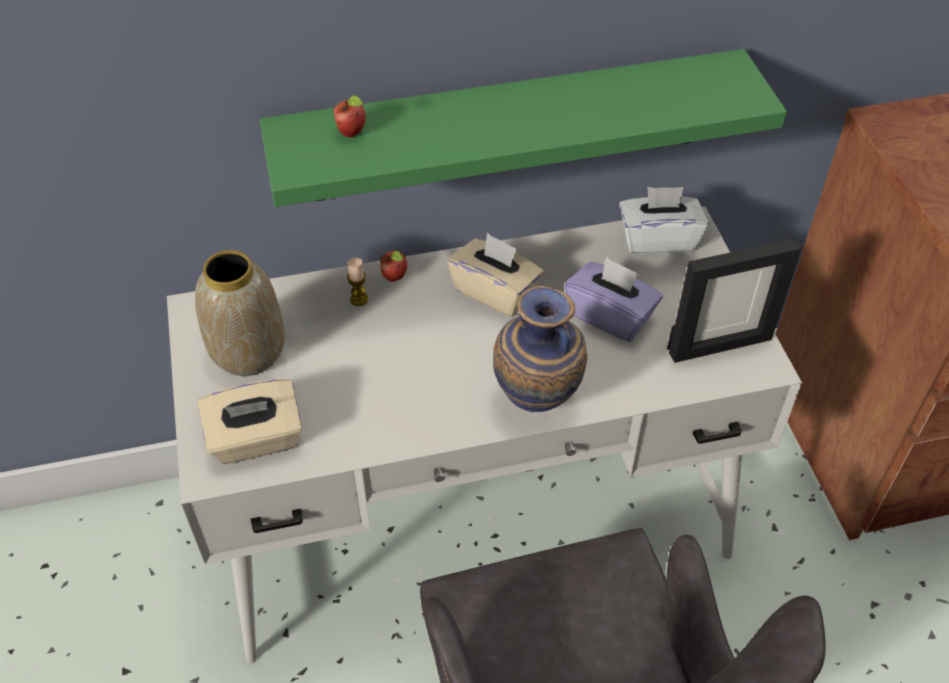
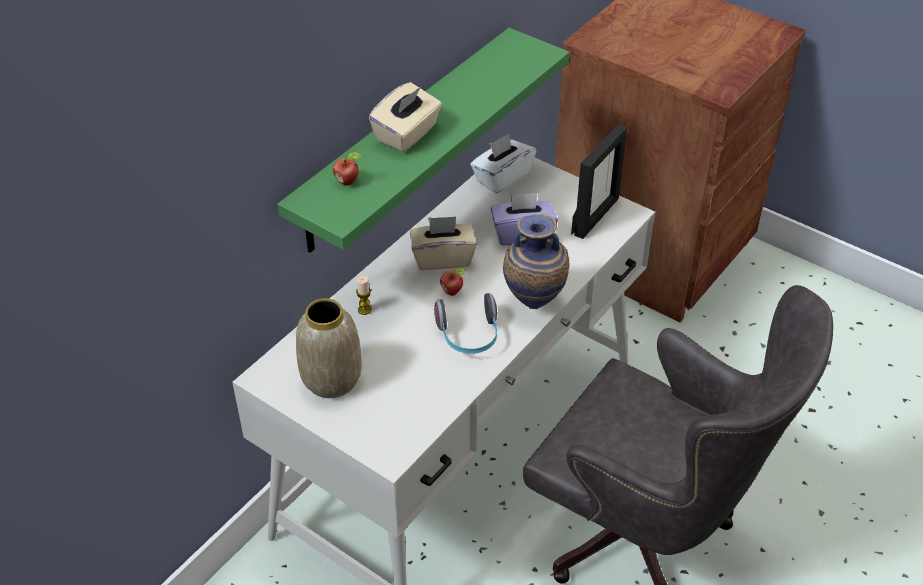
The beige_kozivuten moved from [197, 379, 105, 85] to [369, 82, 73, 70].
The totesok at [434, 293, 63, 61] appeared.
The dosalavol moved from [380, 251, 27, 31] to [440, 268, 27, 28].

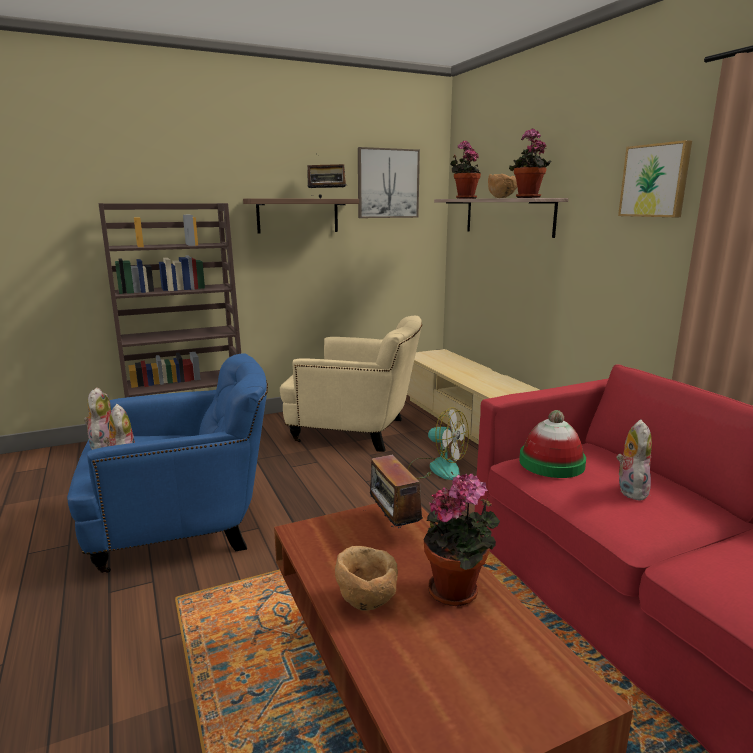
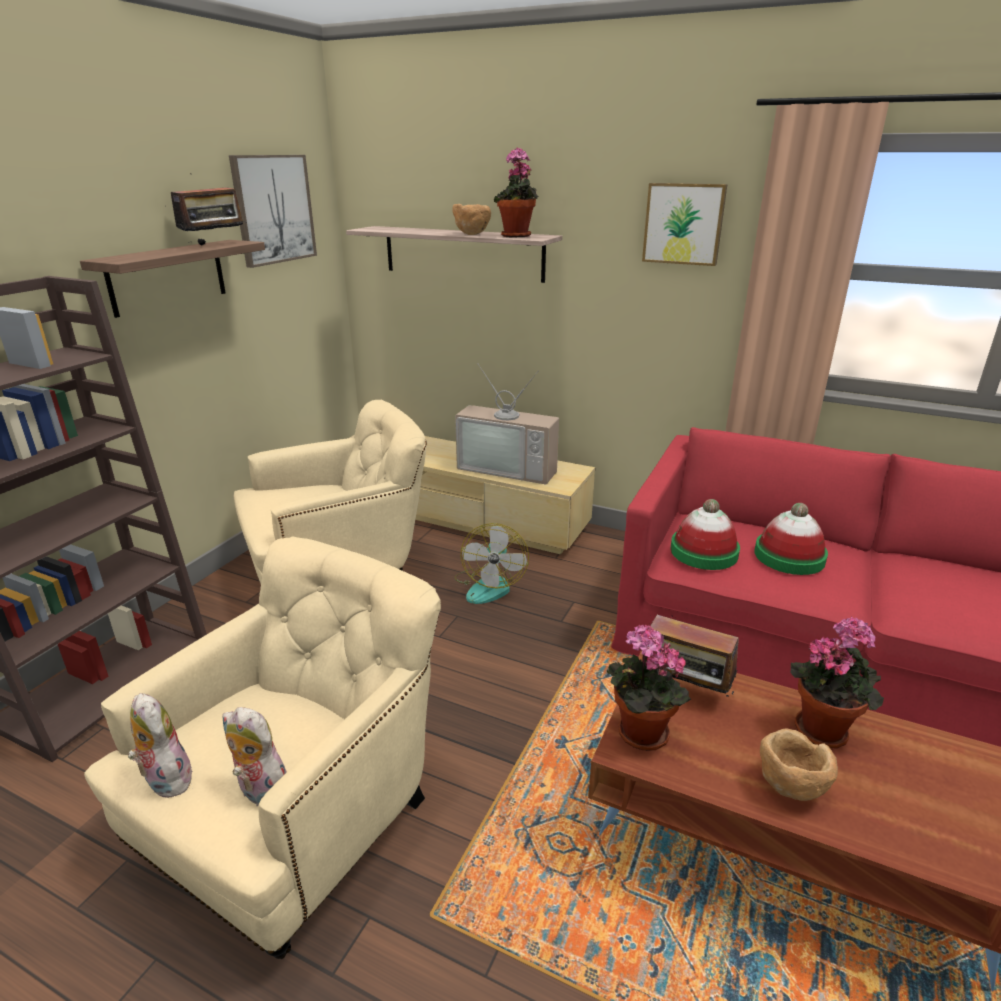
The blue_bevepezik at [67, 353, 201, 220] became the beige_bevepezik at [84, 536, 357, 423].
The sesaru at [408, 407, 61, 73] turned 105 degrees clockwise.
The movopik at [455, 364, 104, 120] appeared.
The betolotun moved from [450, 141, 31, 58] to [607, 624, 84, 127].
The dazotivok at [617, 419, 35, 81] was replaced by the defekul at [754, 503, 74, 72].

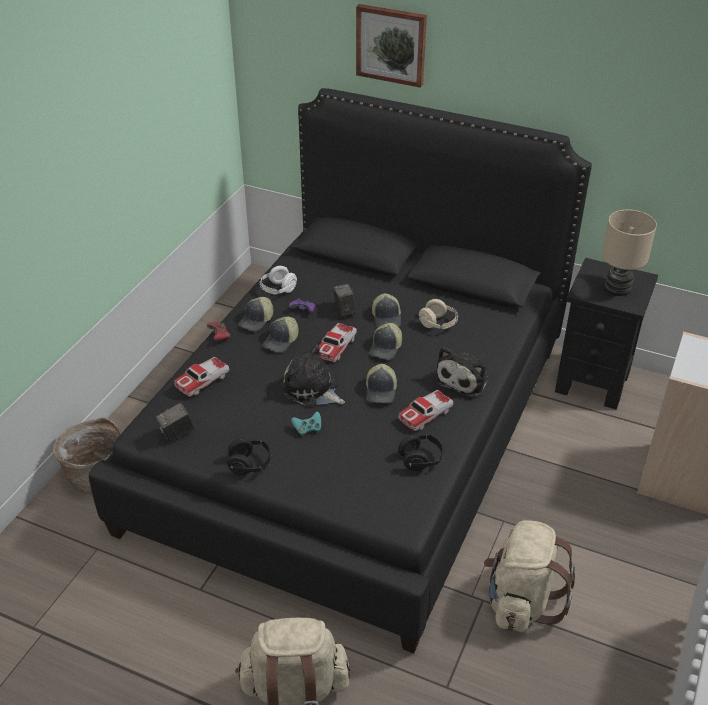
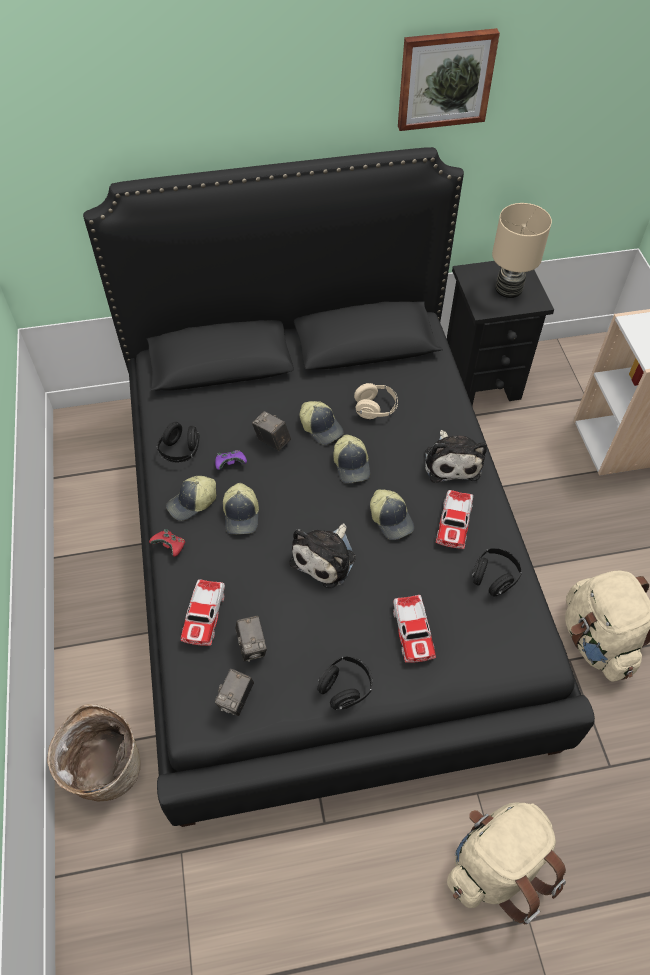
The white_totesok at [260, 266, 37, 29] became the black_totesok at [157, 422, 43, 41].
The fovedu at [238, 297, 35, 35] turned 60 degrees clockwise.
The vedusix at [235, 616, 32, 46] appeared.
The dazotivok at [282, 345, 63, 62] turned 60 degrees counterclockwise.
The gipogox moved from [319, 323, 38, 39] to [393, 595, 43, 68].
The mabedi moved from [356, 4, 71, 84] to [398, 28, 102, 103].
The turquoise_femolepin at [291, 412, 30, 24] disappeared.

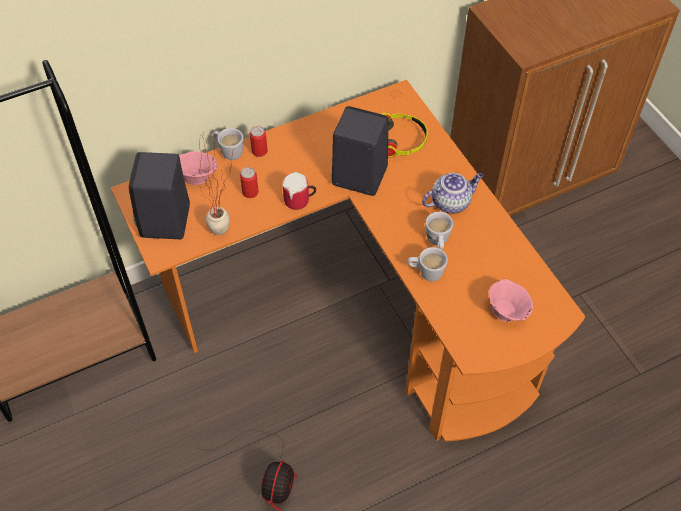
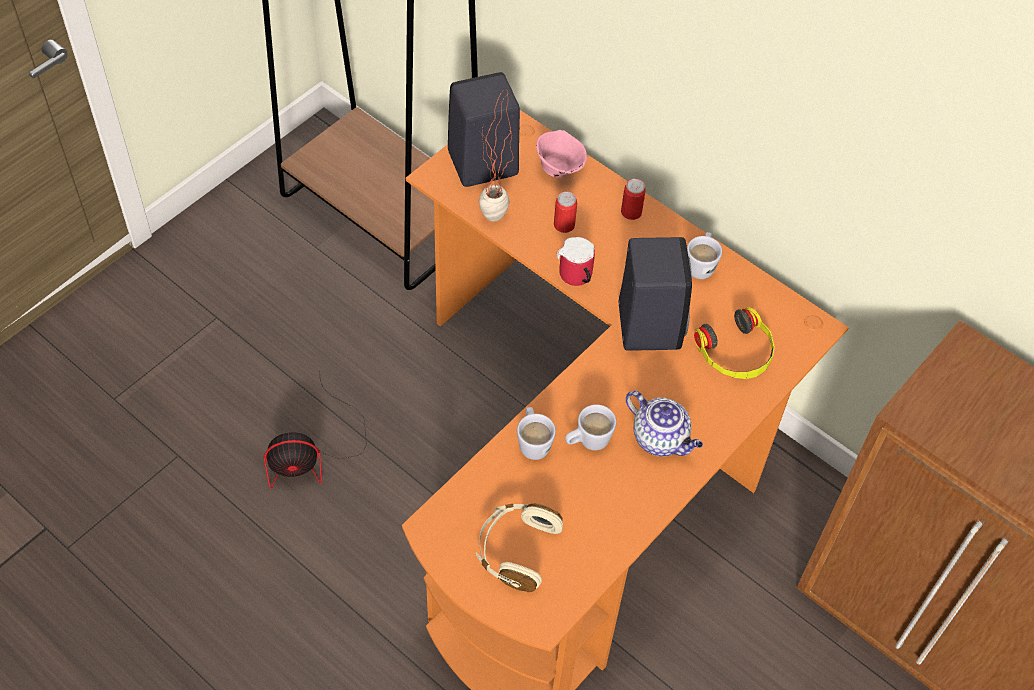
The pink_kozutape at [488, 279, 45, 43] was replaced by the beige_totesok at [476, 504, 87, 88].
The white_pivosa moved from [213, 128, 31, 32] to [687, 232, 35, 47].

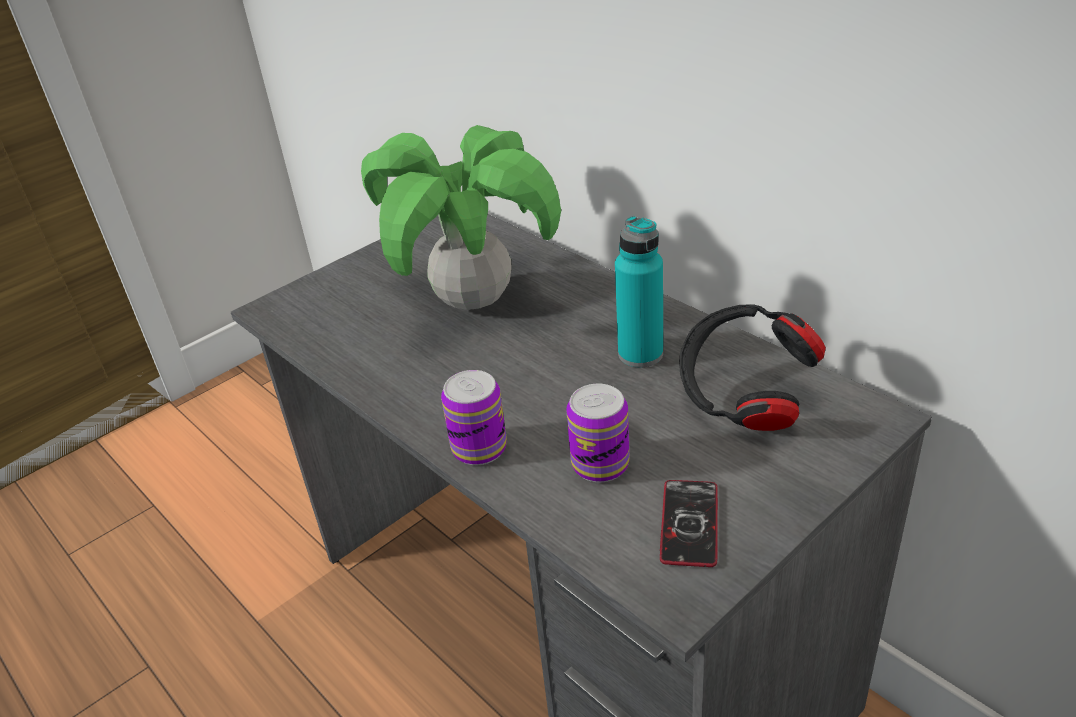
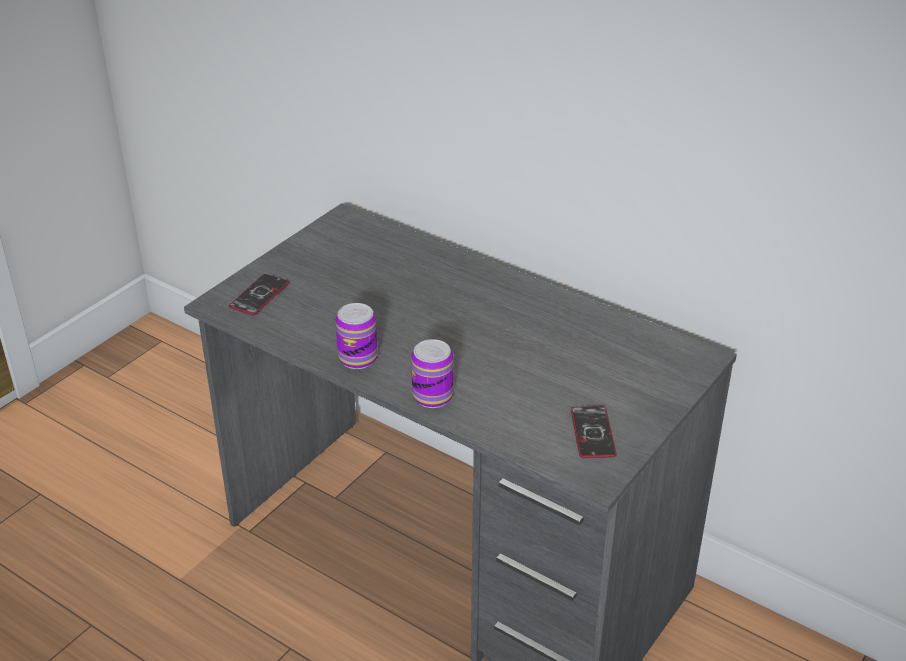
The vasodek at [229, 274, 60, 41] appeared.
The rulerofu moved from [566, 384, 64, 98] to [335, 303, 43, 66].
The betolotun at [361, 125, 200, 185] disappeared.
The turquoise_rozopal at [615, 216, 48, 152] disappeared.
The black_totesok at [679, 304, 147, 127] disappeared.

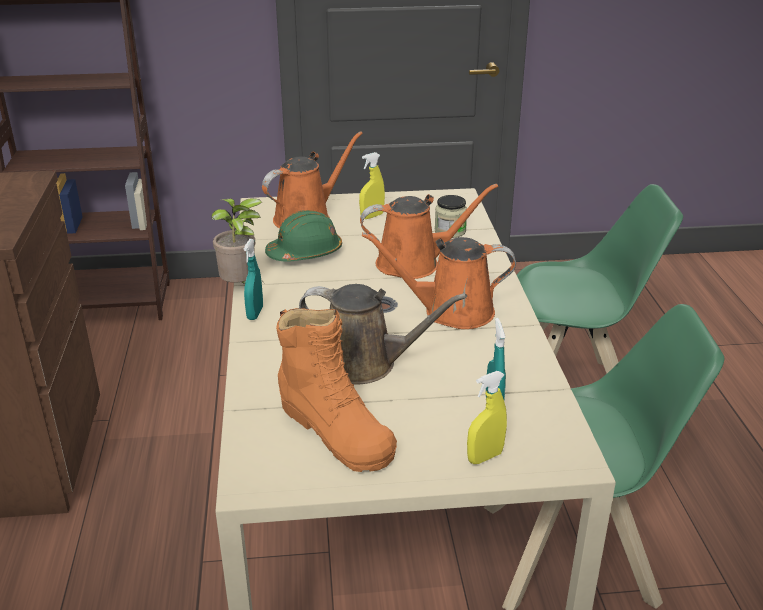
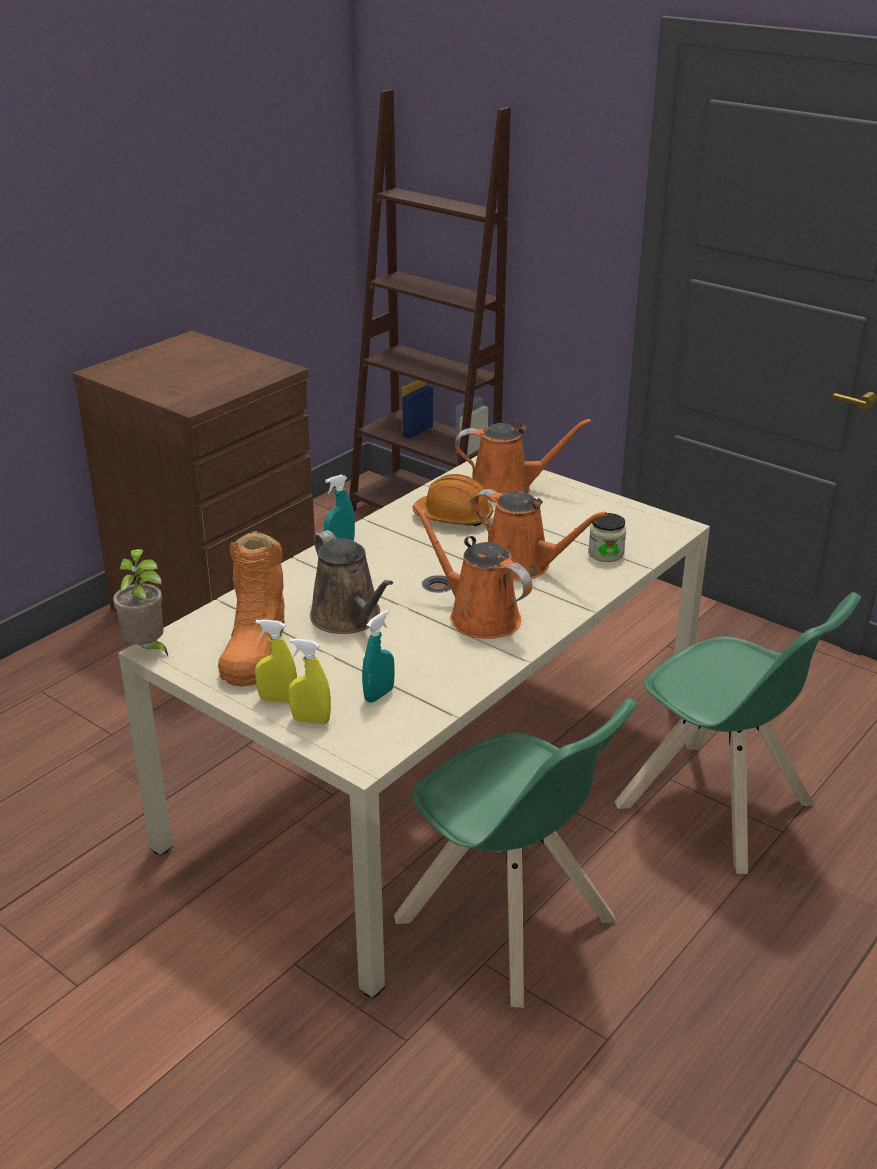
The betolotun moved from [212, 198, 51, 86] to [113, 549, 55, 107].
The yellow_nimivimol moved from [359, 152, 26, 67] to [255, 619, 42, 84].
The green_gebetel at [265, 210, 77, 52] became the orange_gebetel at [413, 474, 80, 53].

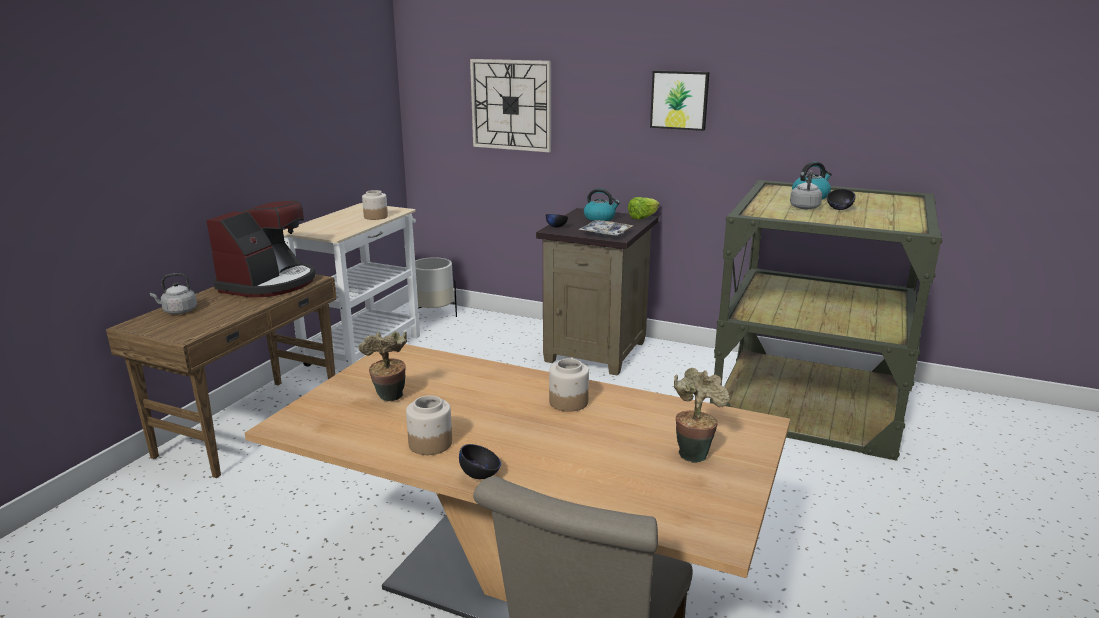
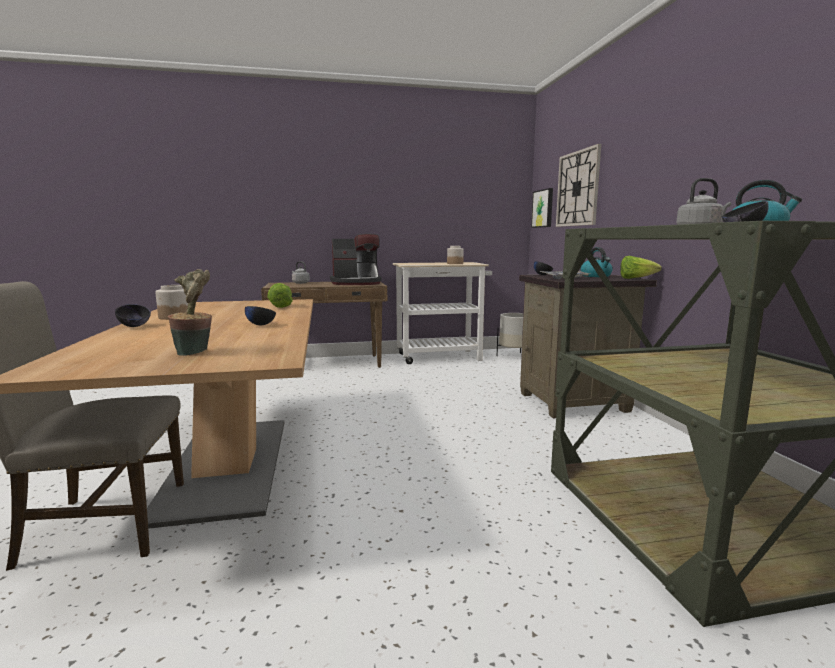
The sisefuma at [549, 358, 40, 54] was replaced by the black_kozutape at [245, 306, 31, 19].
The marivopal at [267, 283, 26, 25] appeared.
The mabedi moved from [650, 70, 59, 61] to [531, 188, 22, 40].
The betolotun at [358, 331, 49, 70] disappeared.

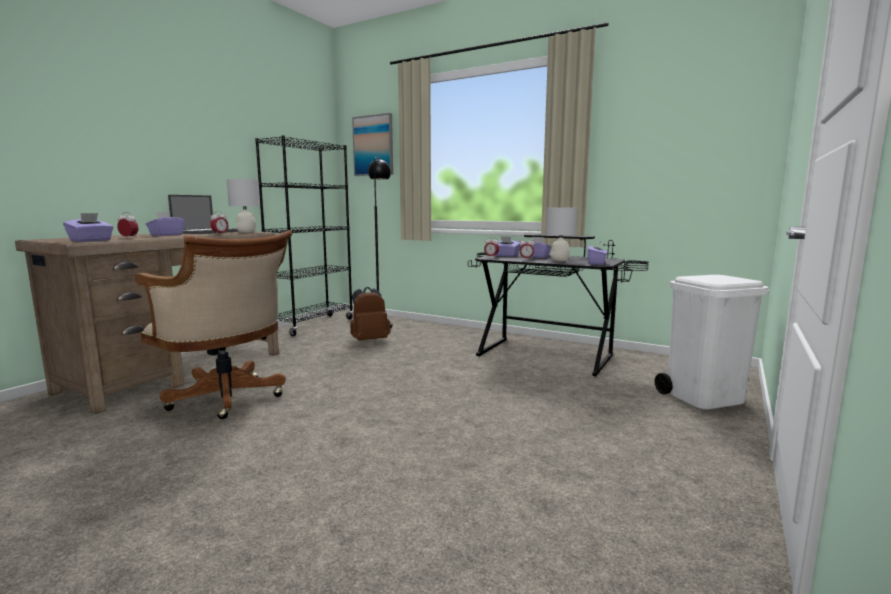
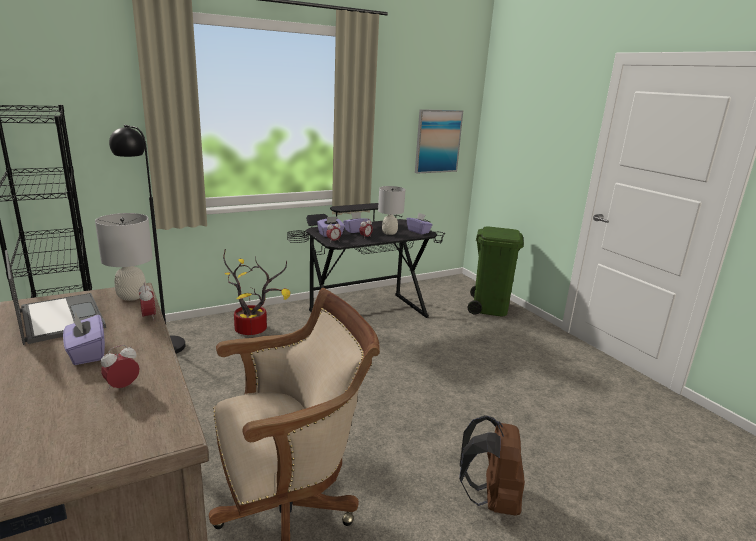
The betolotun at [223, 249, 67, 86] appeared.
The mabedi moved from [352, 113, 41, 63] to [415, 109, 48, 65].
The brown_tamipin moved from [350, 287, 41, 53] to [459, 415, 66, 101].
The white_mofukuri at [655, 275, 114, 135] became the green_mofukuri at [468, 227, 56, 90].
The purple_kozivuten at [63, 213, 51, 29] disappeared.

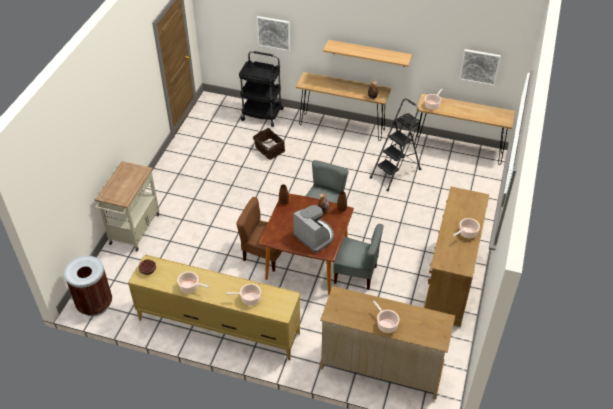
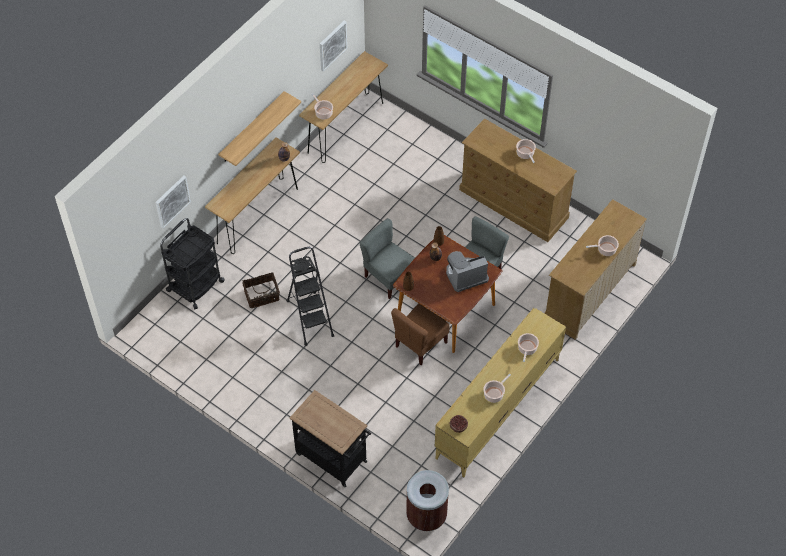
The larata moved from [369, 99, 52, 92] to [286, 247, 49, 99].
The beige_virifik at [95, 161, 64, 90] became the black_virifik at [290, 390, 81, 97].

